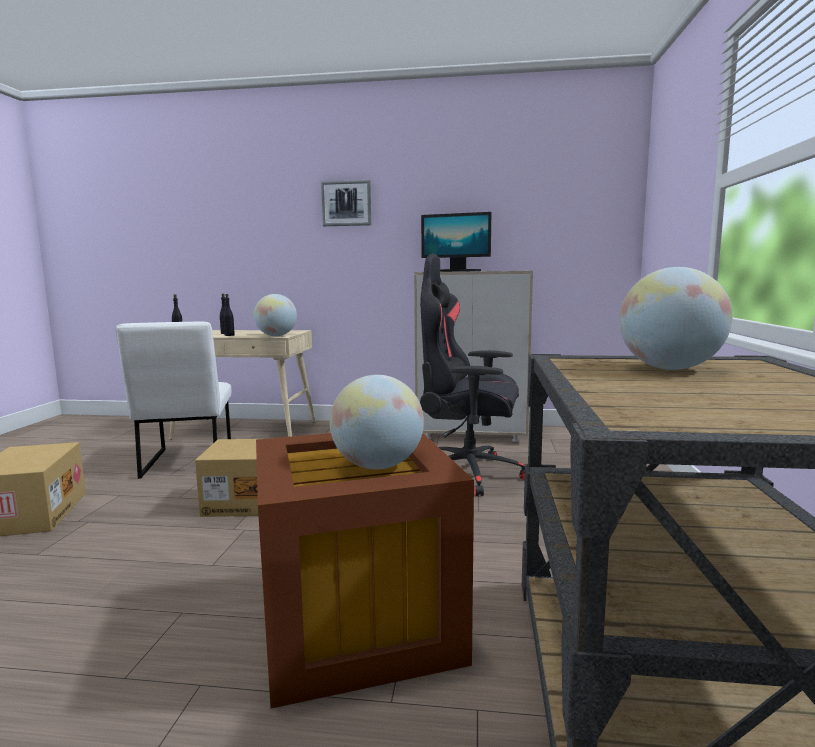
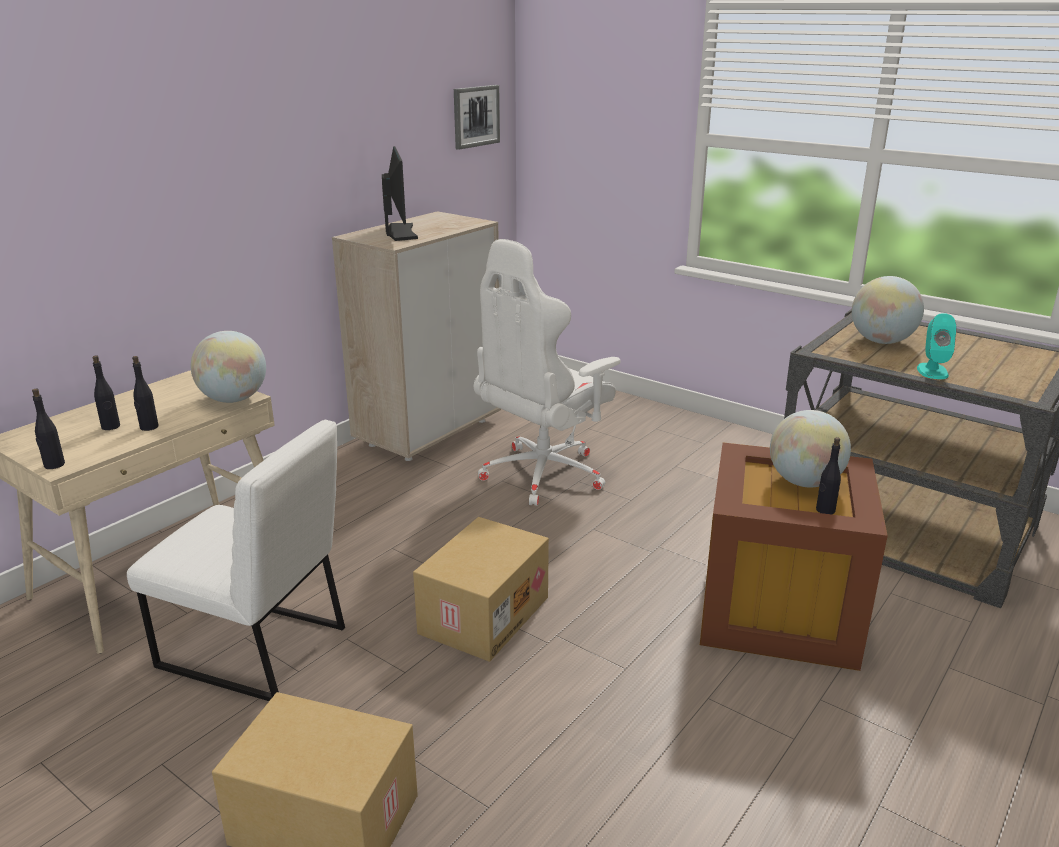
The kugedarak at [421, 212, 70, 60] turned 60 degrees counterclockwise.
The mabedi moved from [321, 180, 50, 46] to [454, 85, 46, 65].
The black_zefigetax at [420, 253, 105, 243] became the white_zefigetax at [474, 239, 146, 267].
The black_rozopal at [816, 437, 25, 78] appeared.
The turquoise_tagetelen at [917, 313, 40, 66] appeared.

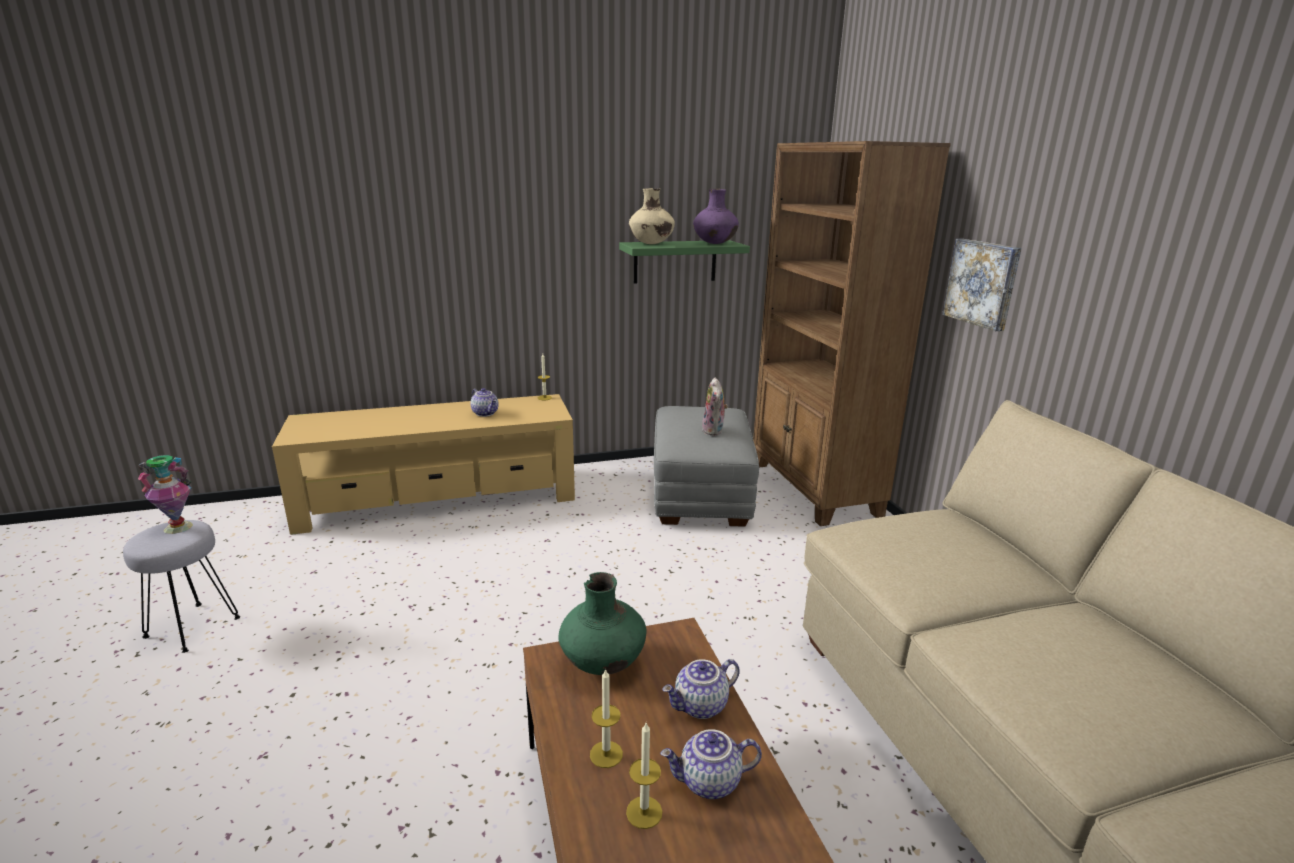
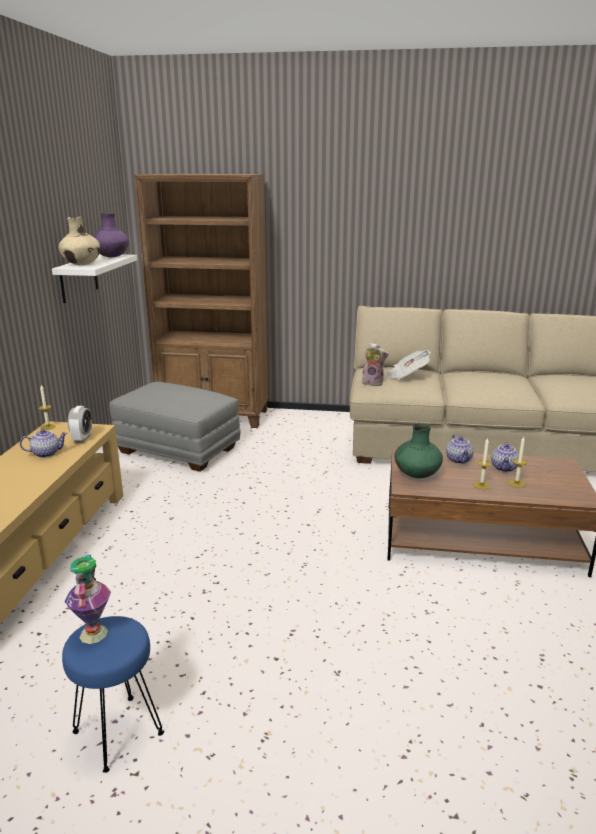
The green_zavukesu at [619, 240, 131, 44] became the white_zavukesu at [52, 254, 85, 49].
The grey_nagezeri at [123, 520, 117, 133] became the blue_nagezeri at [62, 616, 102, 157].
The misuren at [68, 406, 24, 37] appeared.
The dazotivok moved from [702, 378, 26, 58] to [362, 342, 27, 44].
The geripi at [384, 350, 47, 30] appeared.
The mabedi at [942, 239, 80, 92] disappeared.

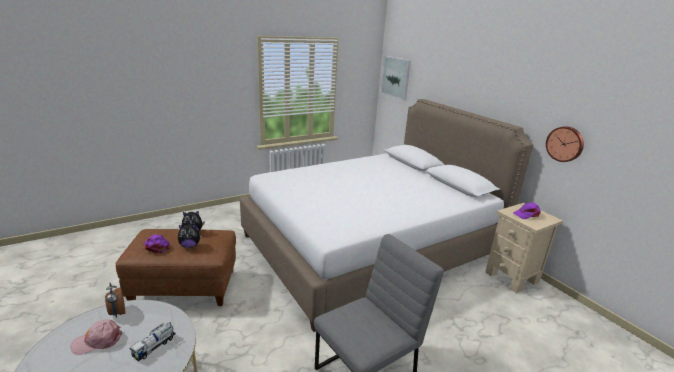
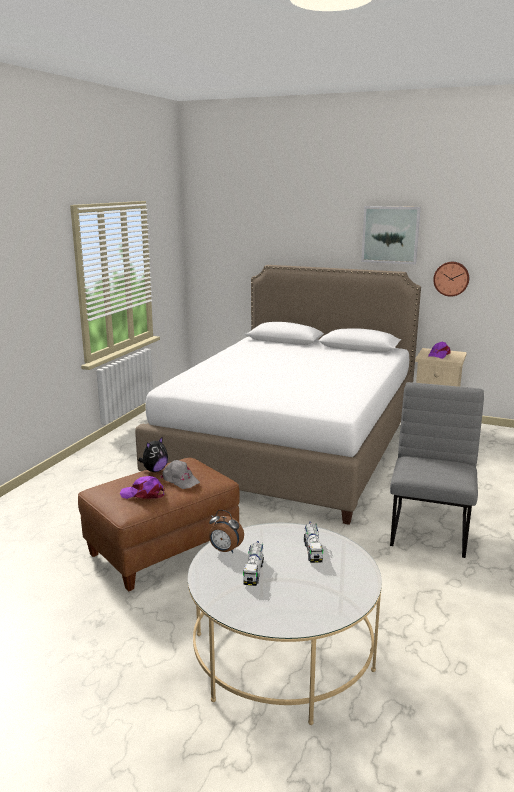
The dazotivok at [178, 223, 24, 25] was replaced by the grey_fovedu at [160, 460, 40, 29].
The pink_fovedu at [70, 319, 52, 36] was replaced by the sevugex at [243, 541, 21, 45].
The mabedi moved from [381, 56, 30, 44] to [361, 206, 60, 58].

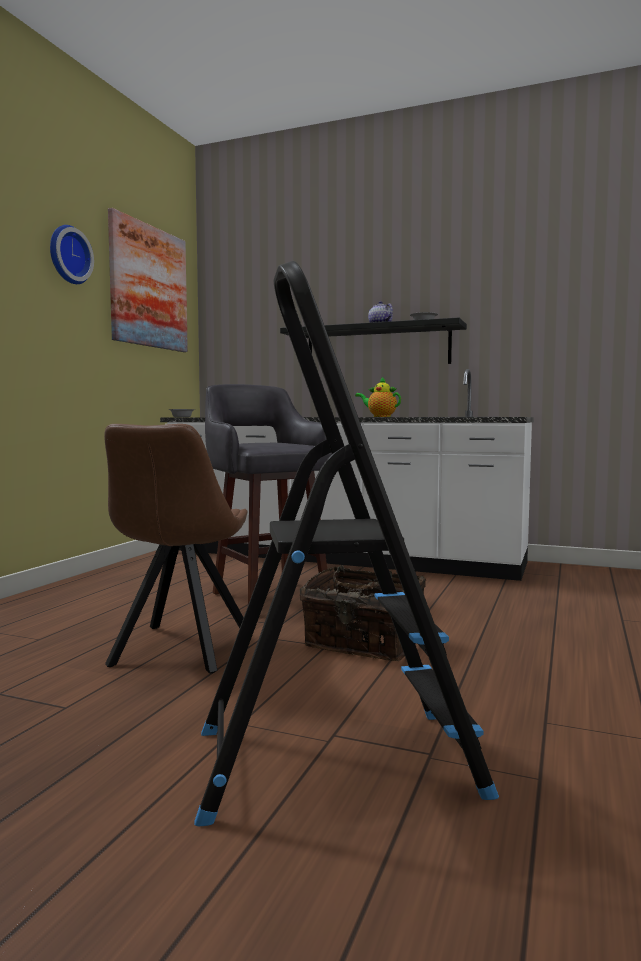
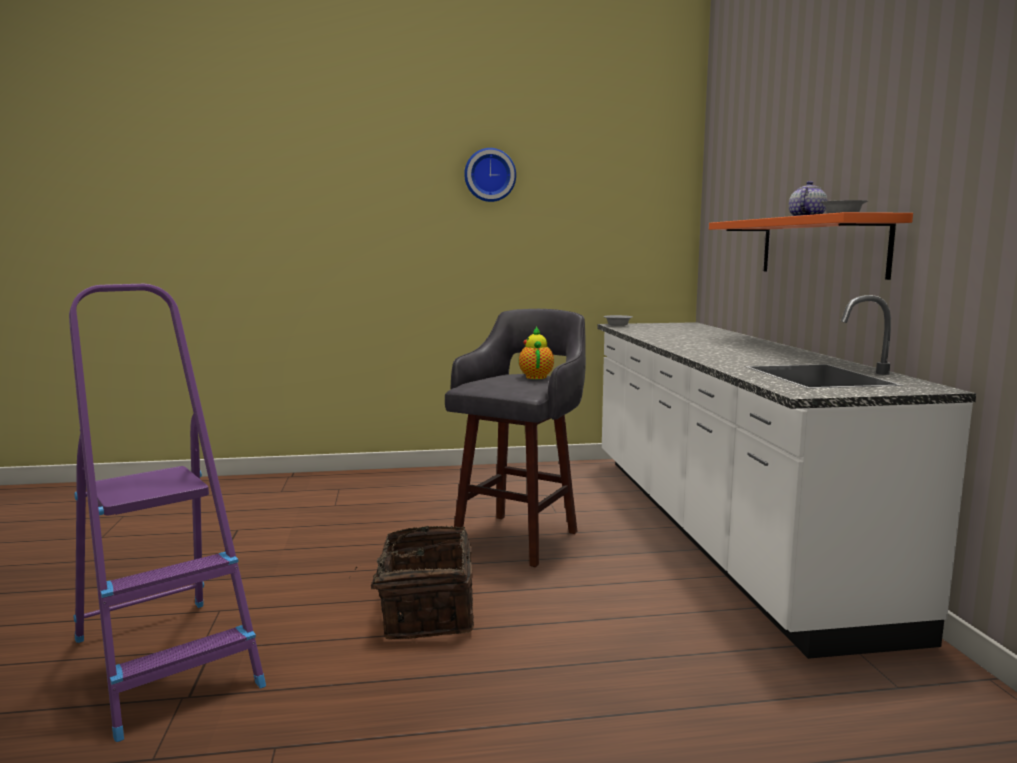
The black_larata at [194, 261, 305, 565] became the purple_larata at [69, 284, 197, 458].
The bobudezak moved from [355, 377, 46, 40] to [519, 327, 35, 52].
The black_zavukesu at [280, 317, 187, 47] became the orange_zavukesu at [709, 212, 204, 68].
The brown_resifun at [104, 424, 144, 249] disappeared.
The mabedi at [108, 208, 80, 144] disappeared.

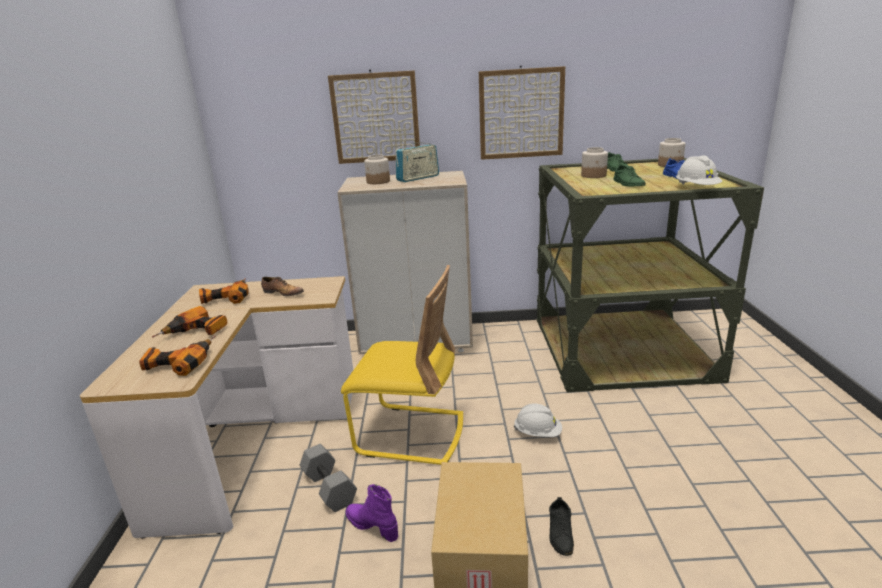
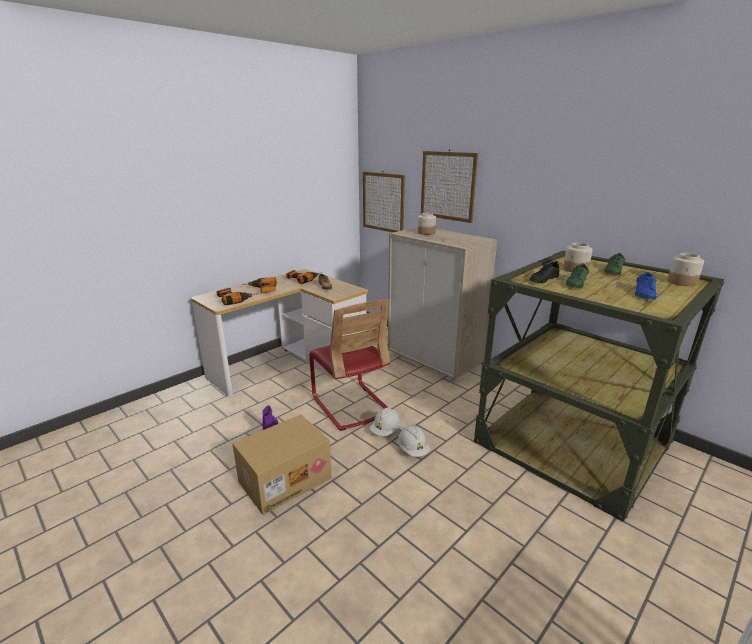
The yellow_resifun at [341, 265, 122, 200] became the red_resifun at [309, 299, 81, 132].
The mabedi moved from [479, 66, 86, 94] to [363, 171, 42, 62].
The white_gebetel moved from [676, 156, 46, 29] to [370, 408, 31, 28].
The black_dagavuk moved from [549, 497, 25, 59] to [529, 261, 31, 22].
The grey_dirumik at [300, 444, 57, 68] disappeared.
The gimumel at [396, 141, 43, 41] disappeared.

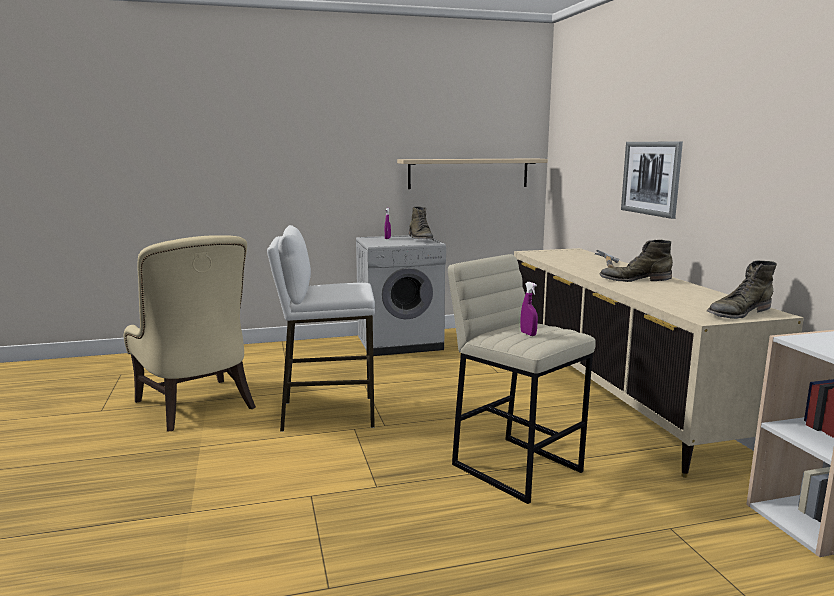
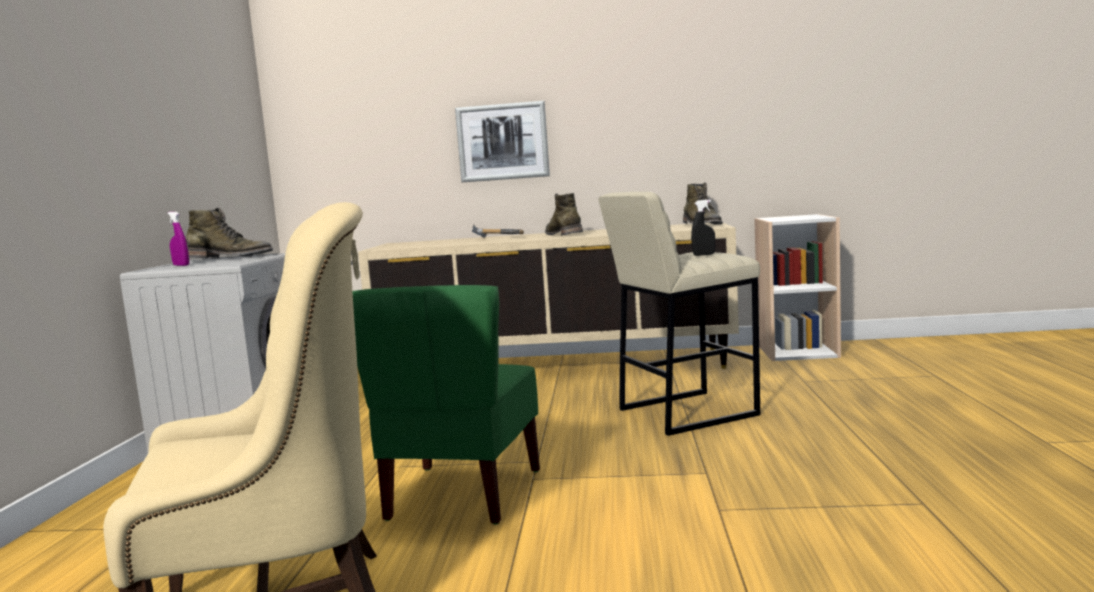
The white_nagezeri at [267, 225, 108, 207] was replaced by the green_resifun at [352, 285, 188, 239].
The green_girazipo at [599, 240, 74, 42] turned 135 degrees clockwise.
The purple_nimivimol at [521, 282, 17, 54] became the black_nimivimol at [691, 200, 24, 56].
The beige_zavukesu at [397, 158, 151, 31] disappeared.

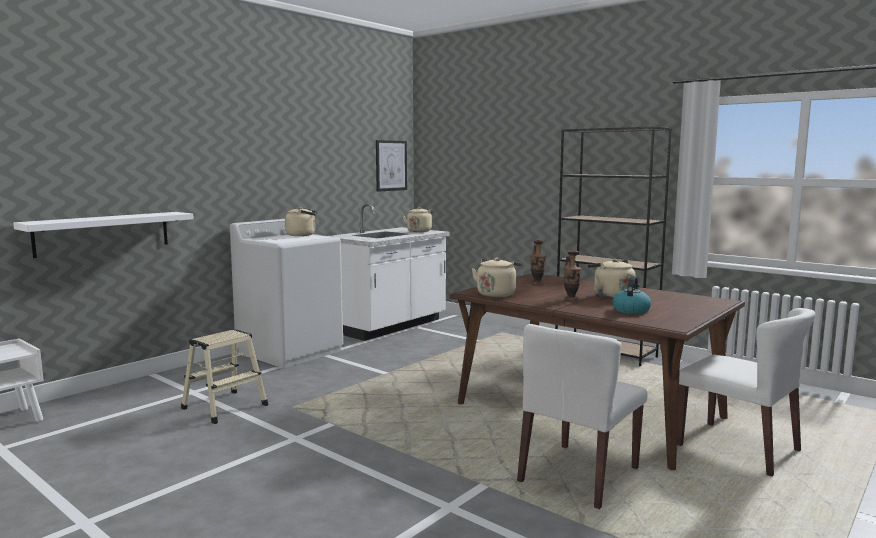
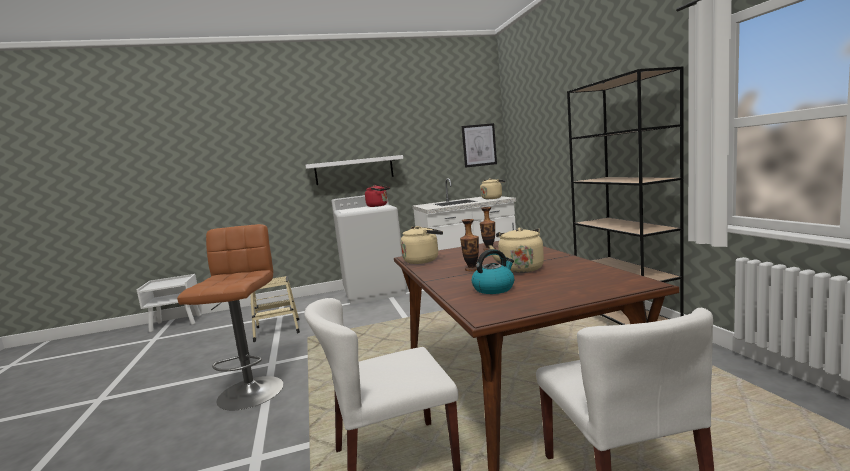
The brown_nagezeri at [177, 224, 106, 186] appeared.
The white_zavukesu moved from [13, 212, 181, 46] to [306, 155, 97, 30].
The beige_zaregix at [285, 207, 32, 29] became the red_zaregix at [365, 185, 25, 22].

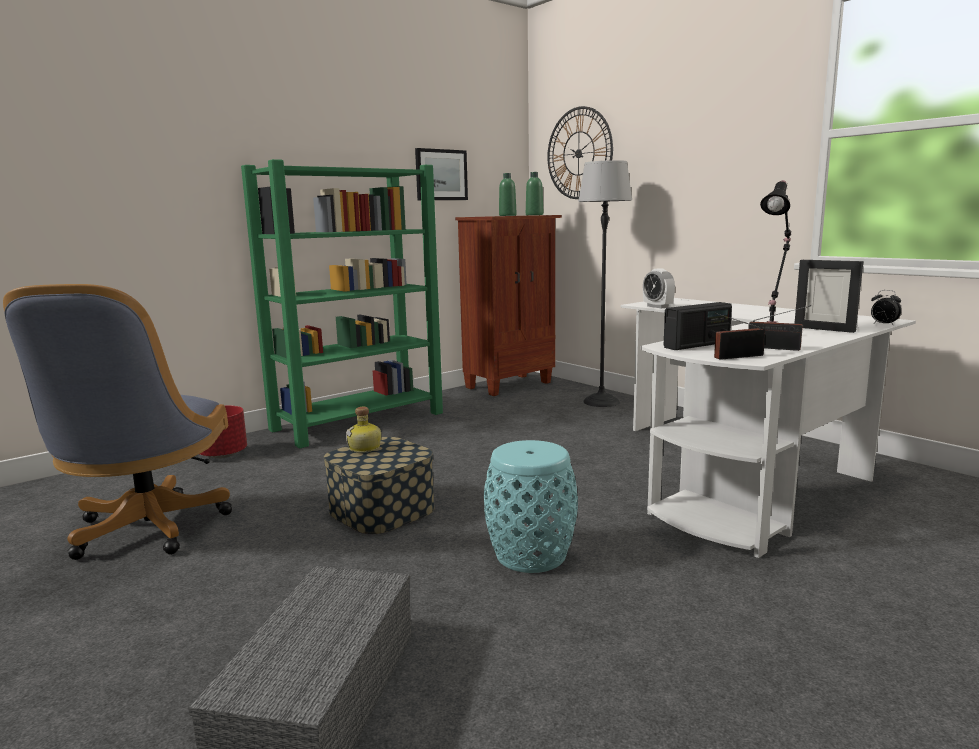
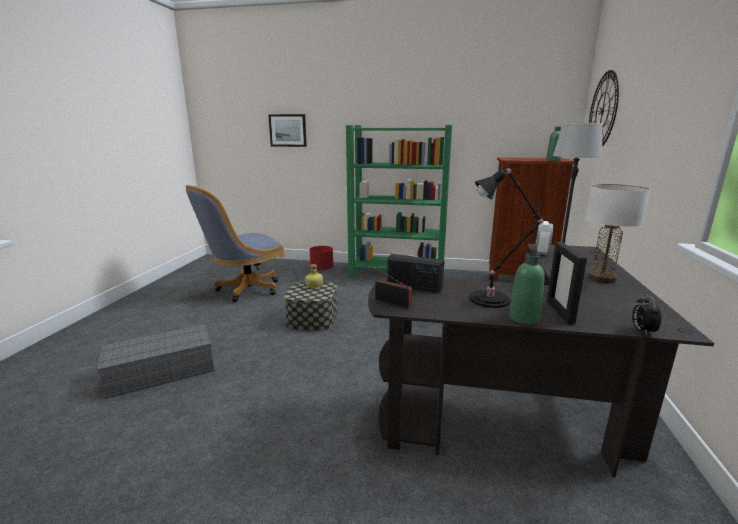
The mabedi moved from [415, 148, 53, 52] to [268, 114, 39, 33].
The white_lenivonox at [620, 298, 296, 260] became the black_lenivonox at [368, 244, 346, 233].
The green_rozopal moved from [499, 173, 18, 43] to [509, 253, 36, 72].
The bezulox at [585, 184, 65, 99] appeared.
The turquoise_nagezeri at [484, 440, 94, 133] disappeared.
The gimumel at [748, 305, 63, 46] disappeared.

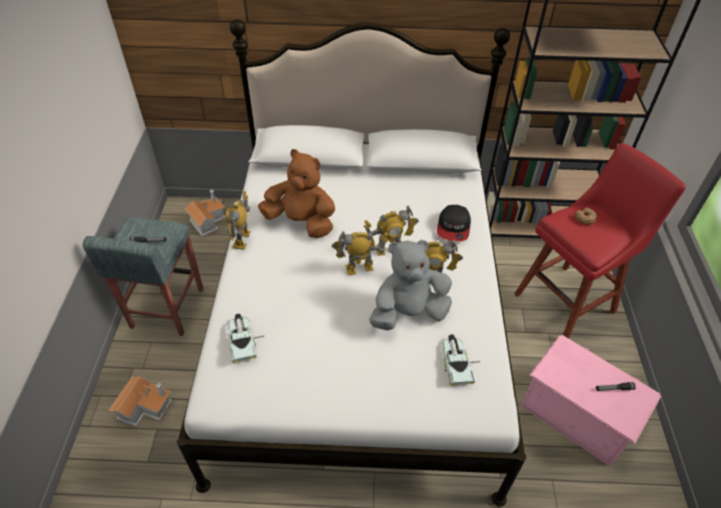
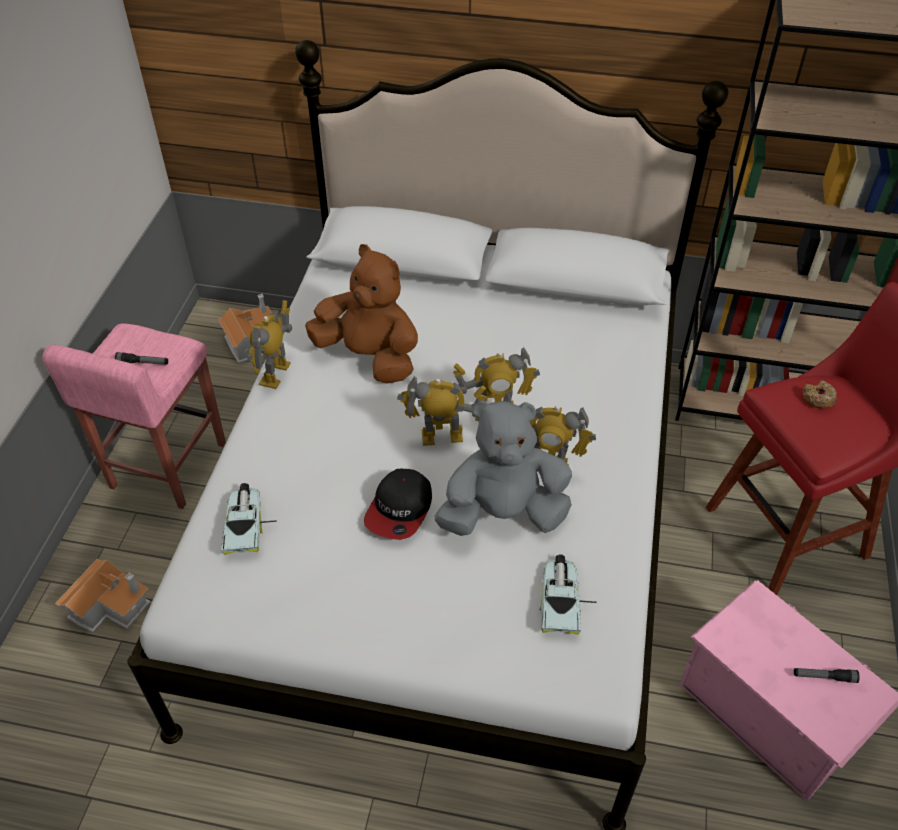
The grey_nagezeri at [83, 217, 120, 119] became the pink_nagezeri at [43, 323, 183, 186].
The fovedu moved from [437, 205, 34, 36] to [364, 469, 68, 71].

